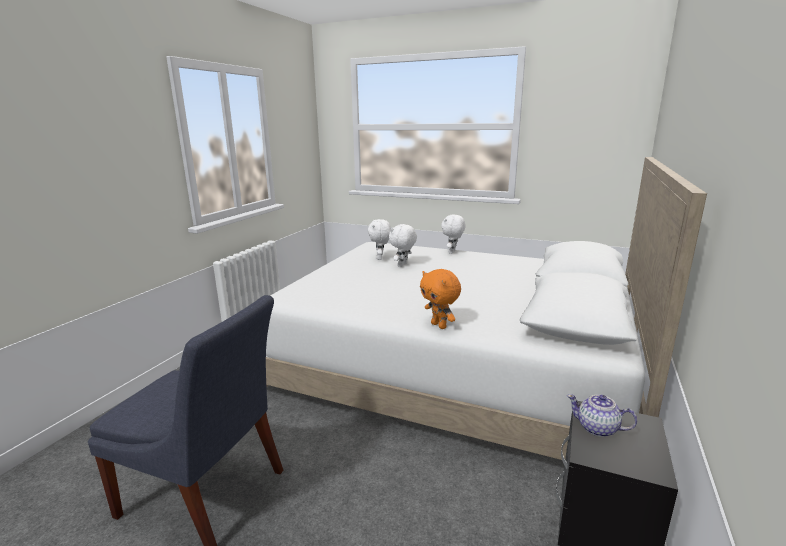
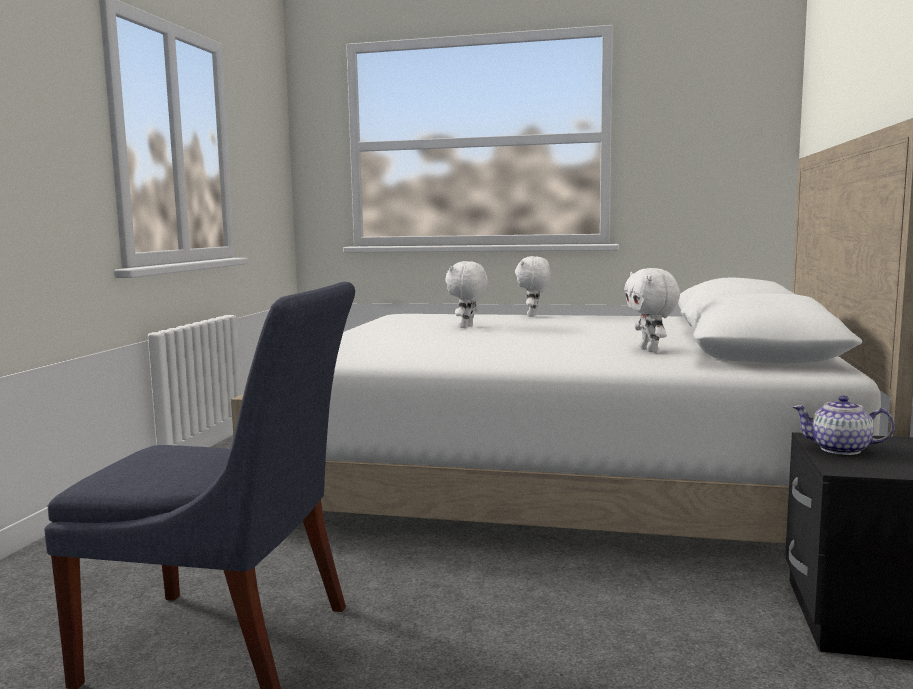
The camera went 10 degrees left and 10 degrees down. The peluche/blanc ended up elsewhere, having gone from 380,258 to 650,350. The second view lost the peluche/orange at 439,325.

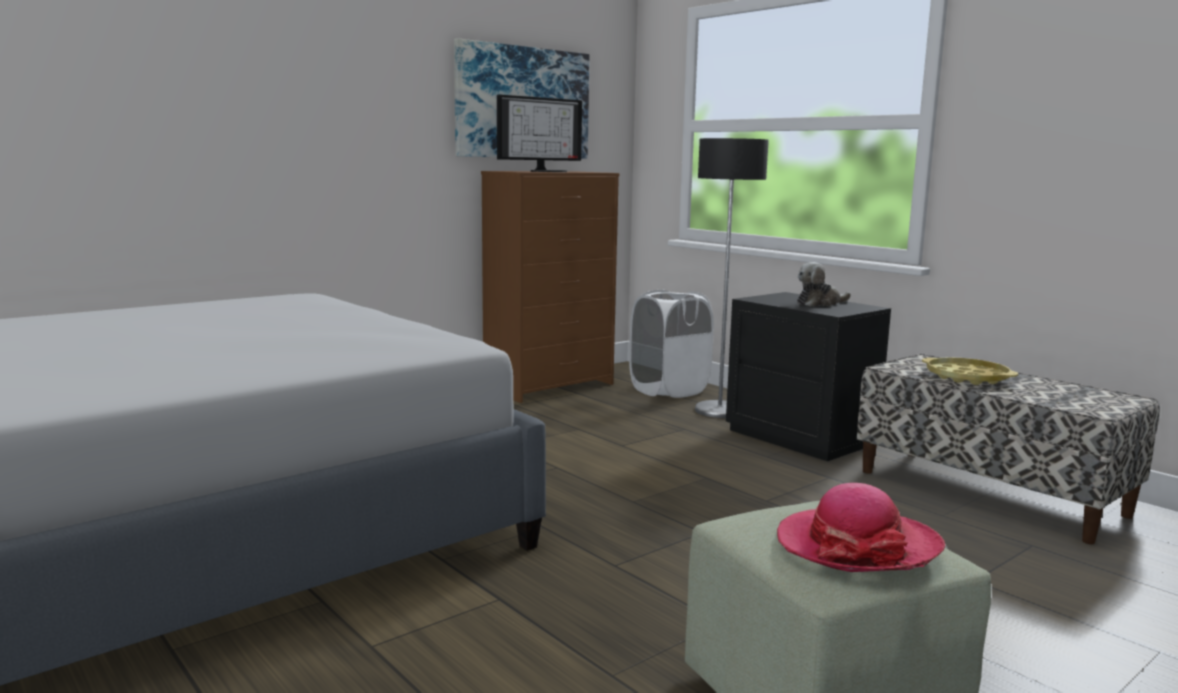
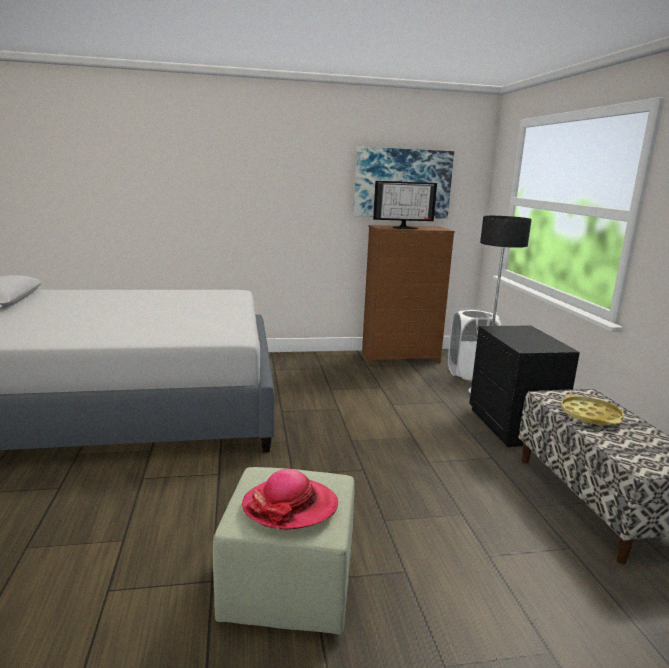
The camera went 30 degrees right and 5 degrees up. The second view lost the peluche at 820,303.

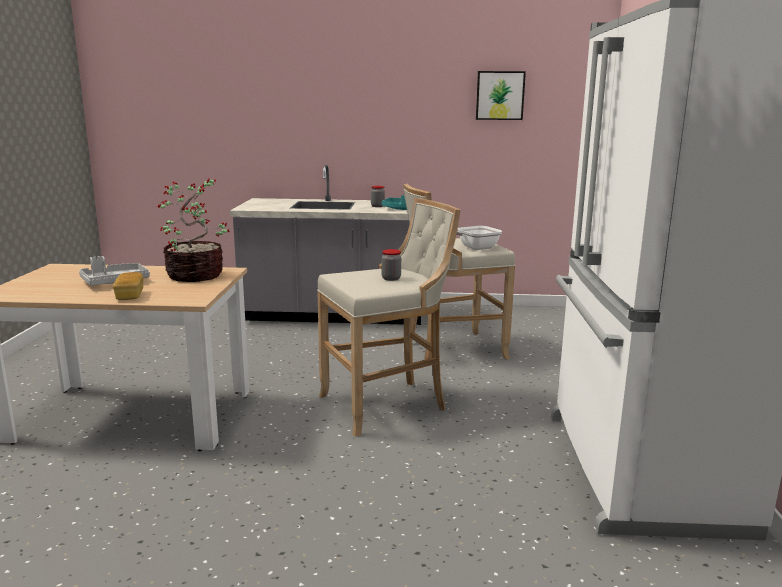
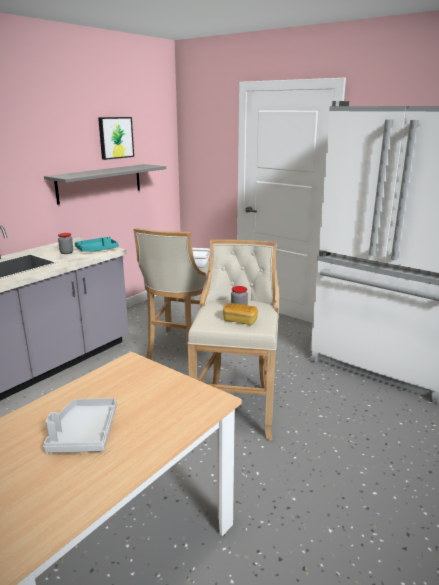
The camera went 55 degrees left and 5 degrees up. The second view lost the plante en pot at 197,275. The pain ended up elsewhere, having gone from 130,296 to 240,321. The second view gained the étagère/gris at 100,183.

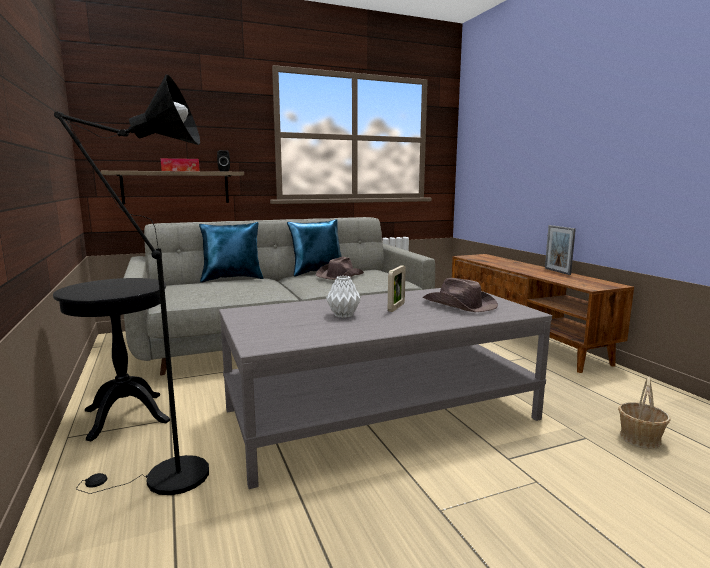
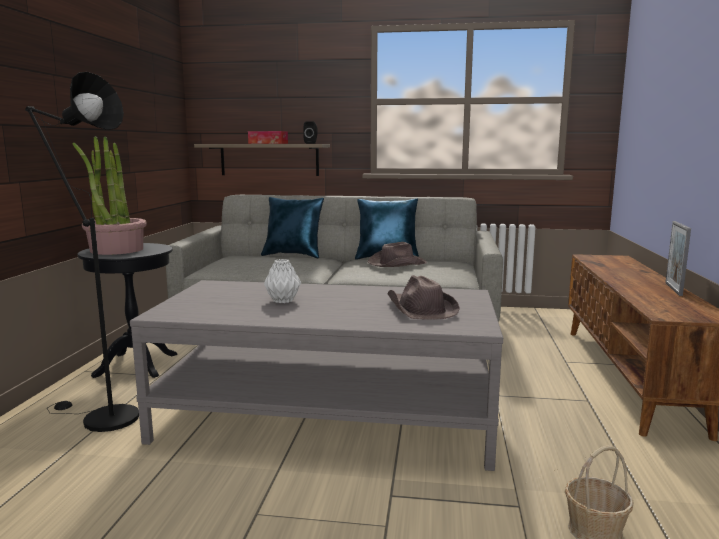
The camera went 30 degrees right and 0 degrees up. The second view lost the cadre photo at 396,307. The second view gained the plante en pot at 116,250.

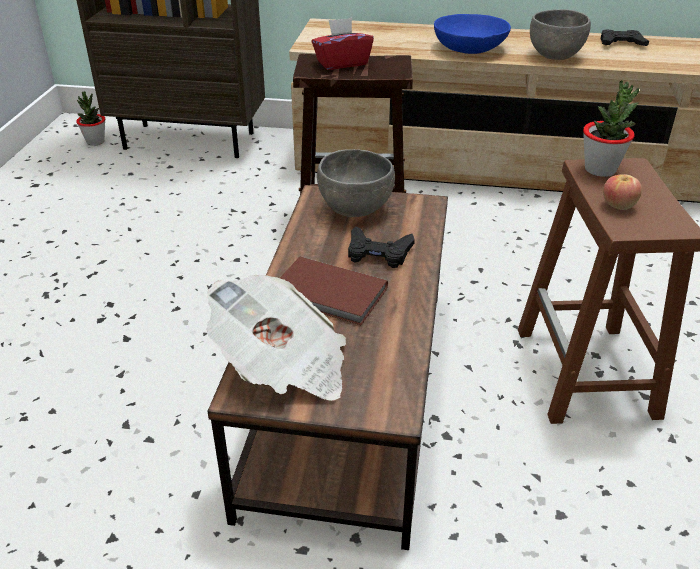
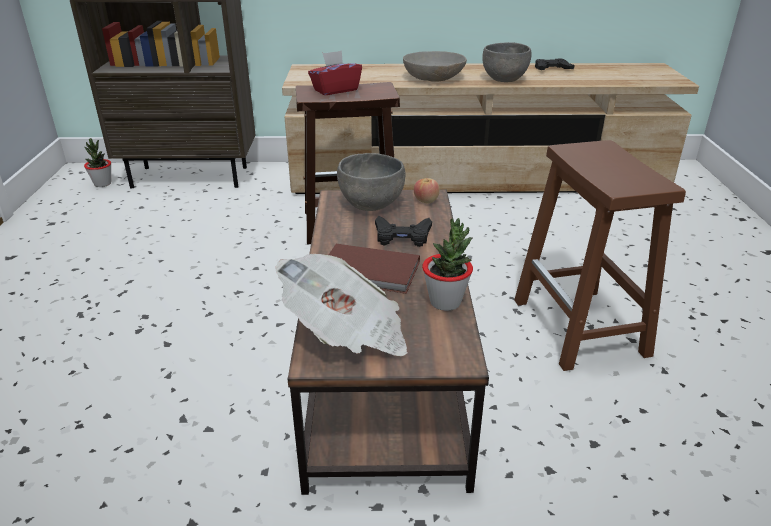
The camera went 10 degrees left and 5 degrees down. What was the bol/bleu at 470,48 turned into the bol/gris at 434,78. The plante en pot ended up elsewhere, having gone from 600,170 to 445,302. The pomme ended up elsewhere, having gone from 618,205 to 426,201.

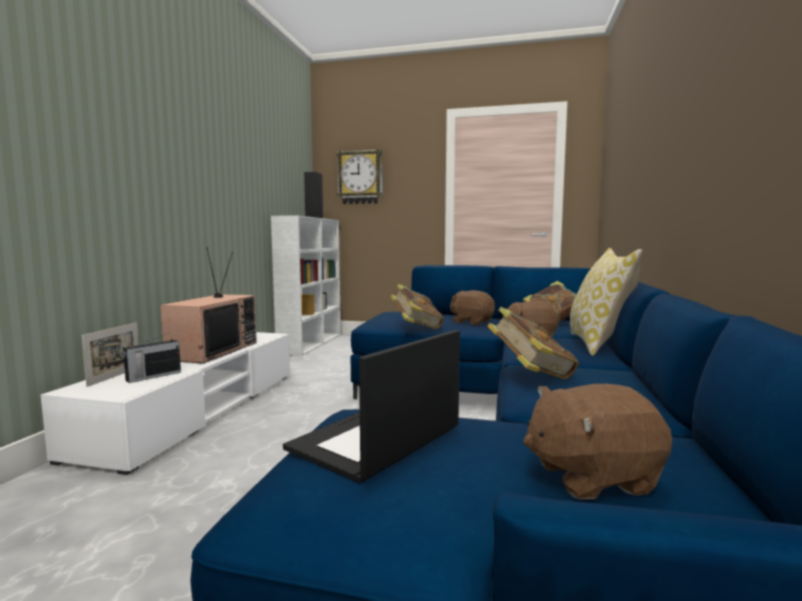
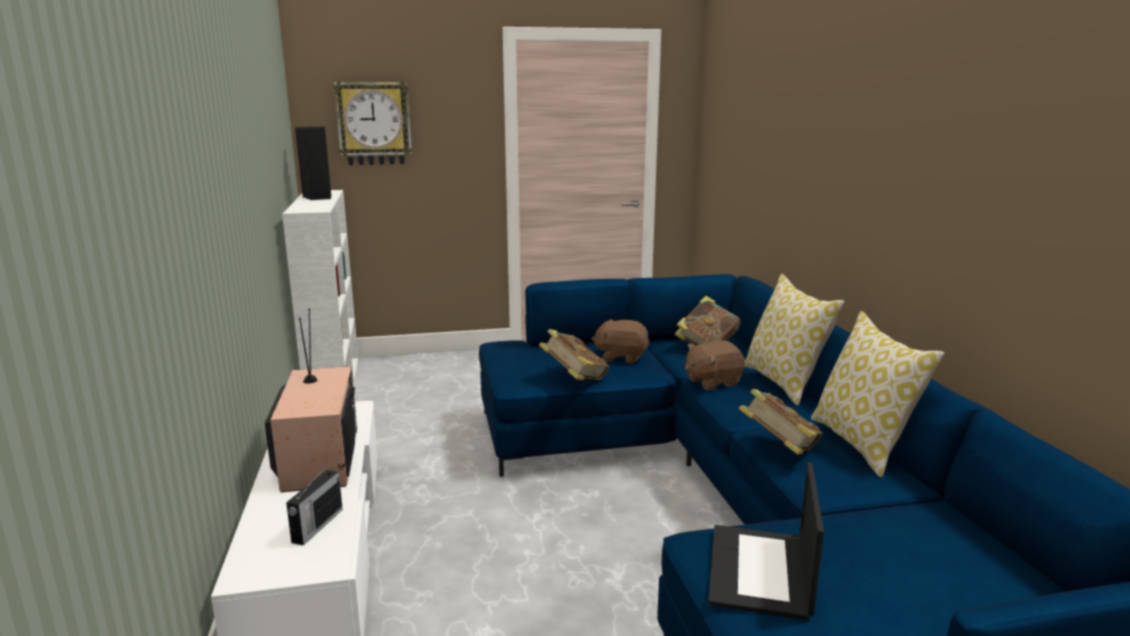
The camera went 25 degrees left and 10 degrees up. The second view lost the cadre photo at 115,376. The second view lost the peluche/marron at 591,476. The second view gained the coussin at 862,444.

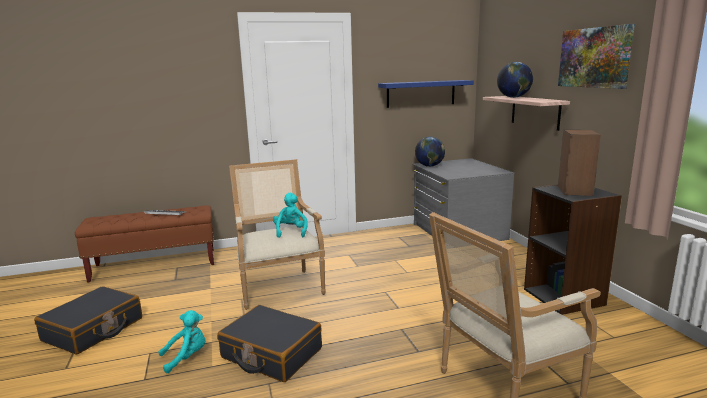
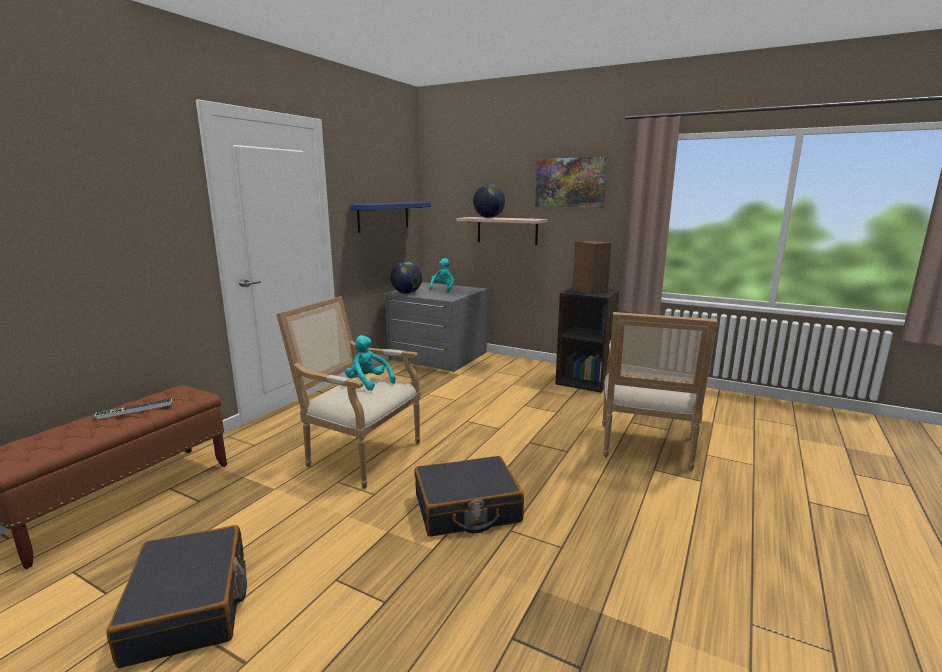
The camera went 45 degrees left and 0 degrees up. The peluche/turquoise ended up elsewhere, having gone from 187,357 to 442,289.

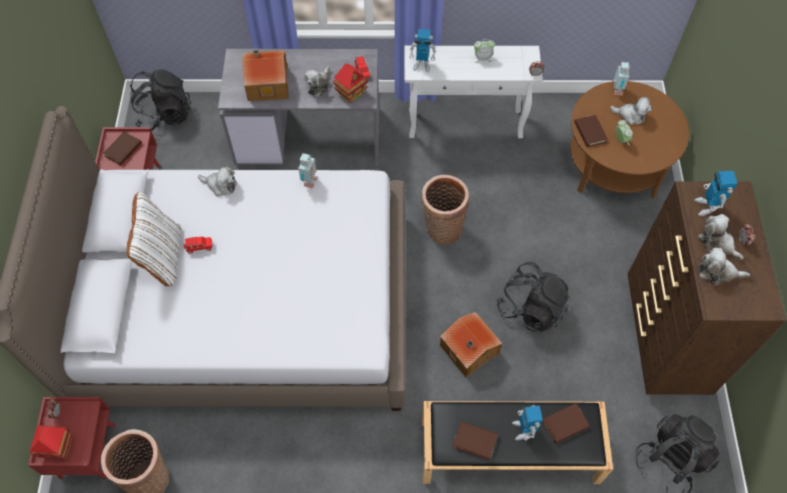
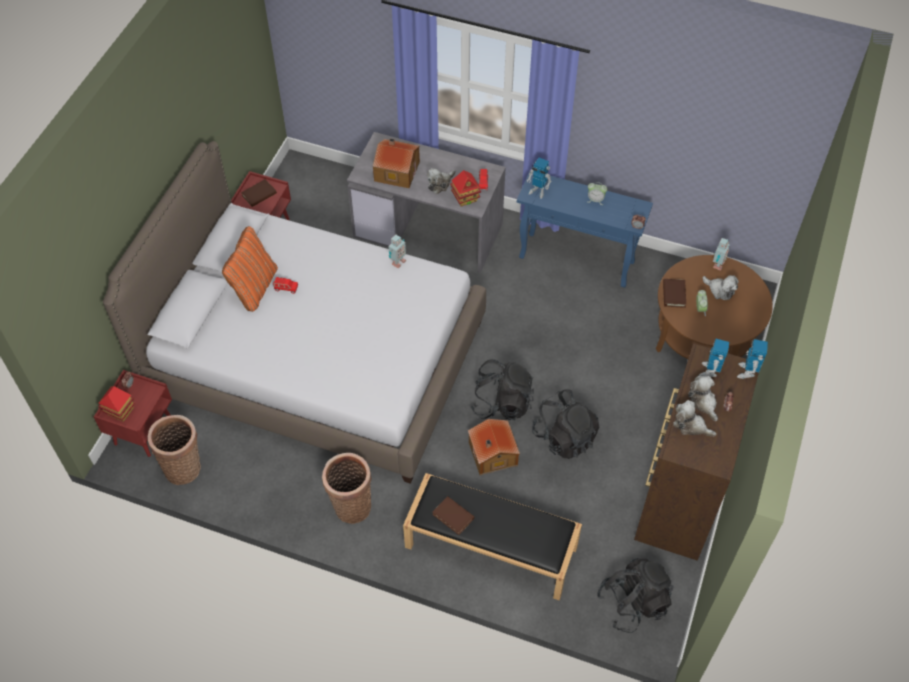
The camera went 20 degrees right and 5 degrees down. What was the table console/blanc at 466,123 turned into the table console/bleu at 577,260. The sac à dos/noir ended up elsewhere, having gone from 165,115 to 502,403. The second view lost the peluche at 220,185. The panier ended up elsewhere, having gone from 442,228 to 351,505. What was the coussin/blanc at 163,257 turned into the coussin/orange at 254,287. The second view lost the livre/marron at 565,424. The robot jouet ended up elsewhere, having gone from 523,429 to 747,372.

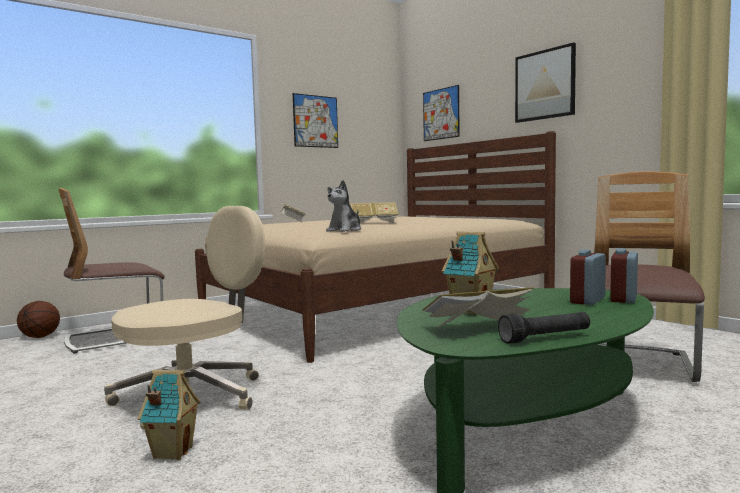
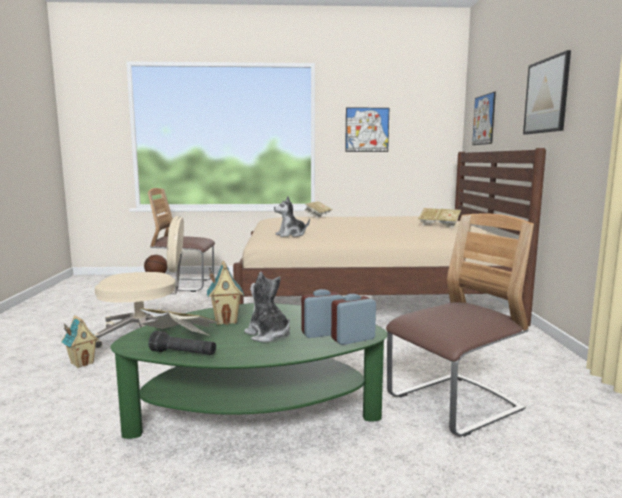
The camera went 35 degrees right and 5 degrees up. The livre ended up elsewhere, having gone from 373,223 to 439,225. The second view gained the peluche at 268,335.

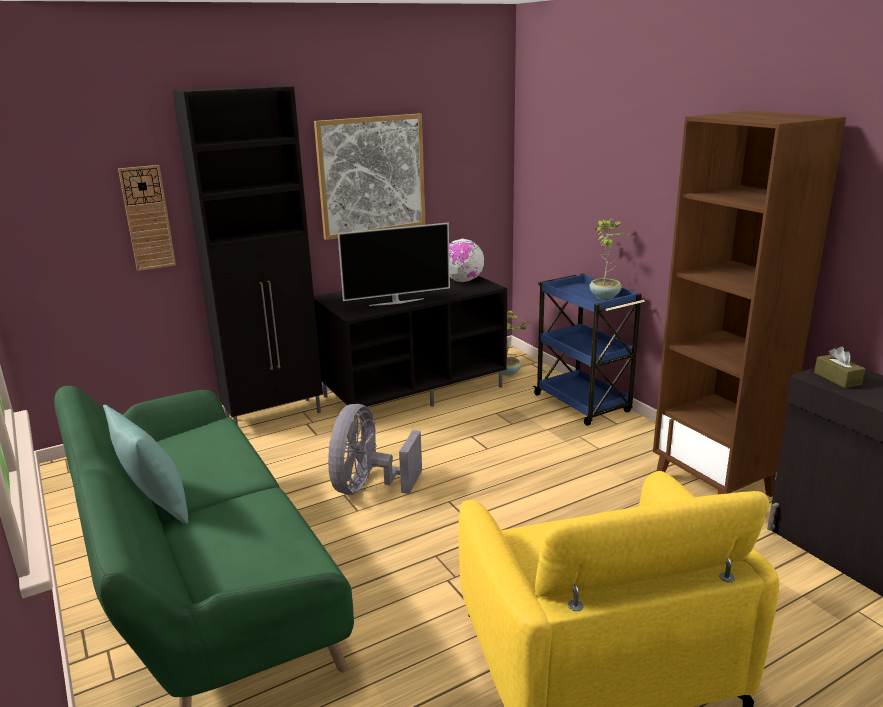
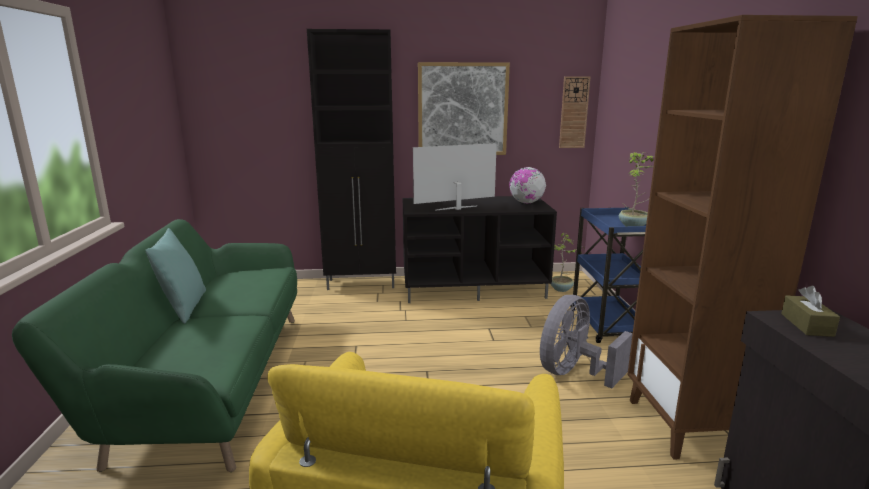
The camera went 25 degrees right and 5 degrees down. The horloge murale ended up elsewhere, having gone from 147,218 to 574,112. The téléviseur at 396,302 ended up facing another way, 150 degrees clockwise from before. The ventilateur/gris ended up elsewhere, having gone from 368,487 to 574,373.

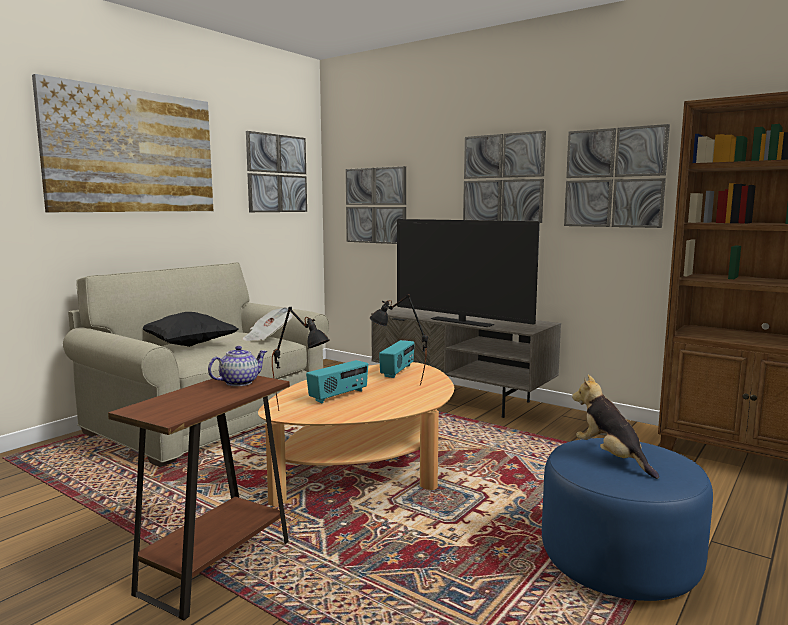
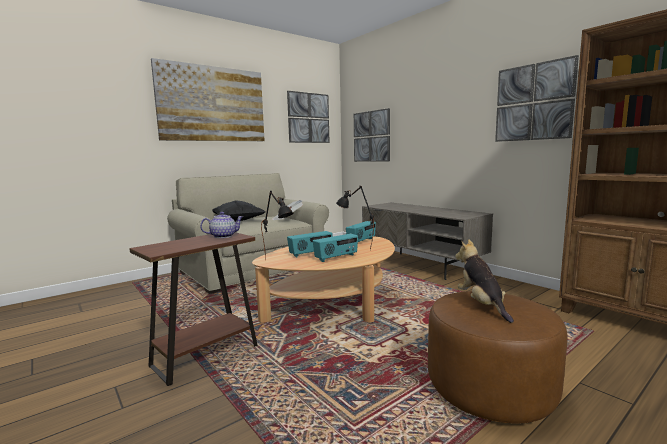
The camera went 15 degrees right and 0 degrees up. The second view lost the tableau at 503,178. The second view lost the téléviseur at 461,322. What was the pouf/bleu at 619,562 turned into the pouf/marron at 490,389. The second view gained the radio at 336,257.

